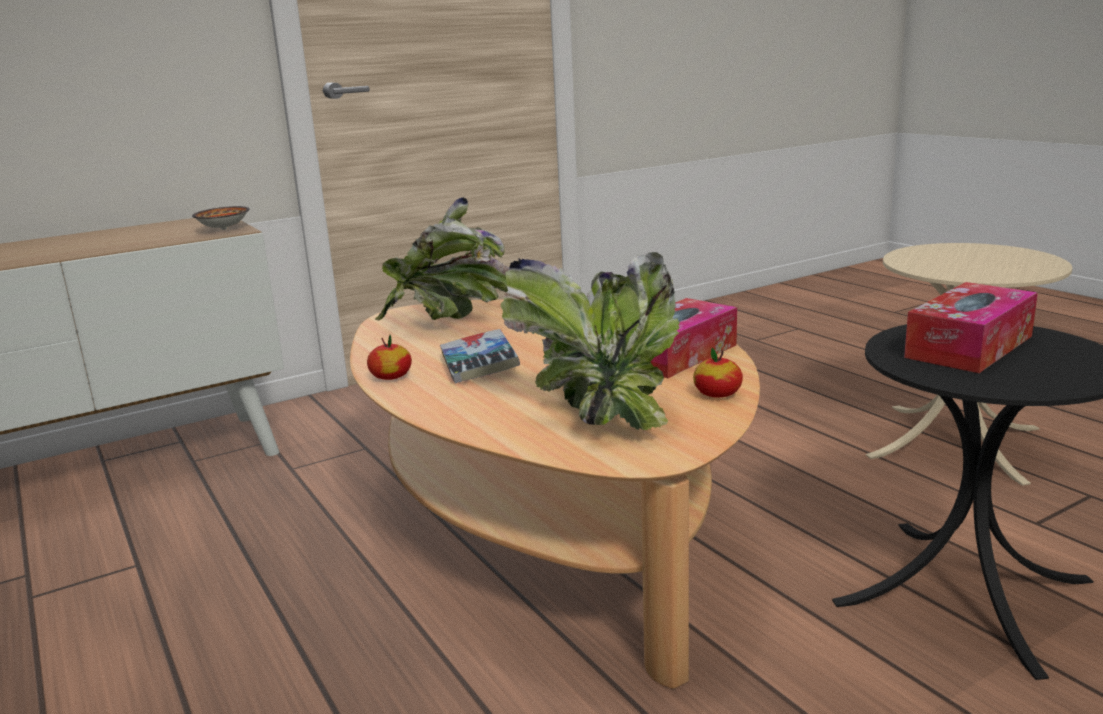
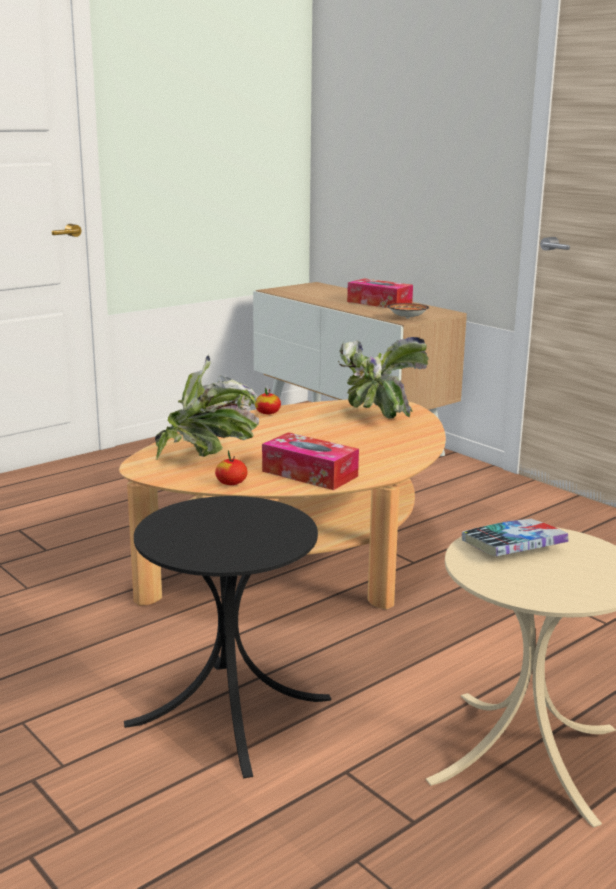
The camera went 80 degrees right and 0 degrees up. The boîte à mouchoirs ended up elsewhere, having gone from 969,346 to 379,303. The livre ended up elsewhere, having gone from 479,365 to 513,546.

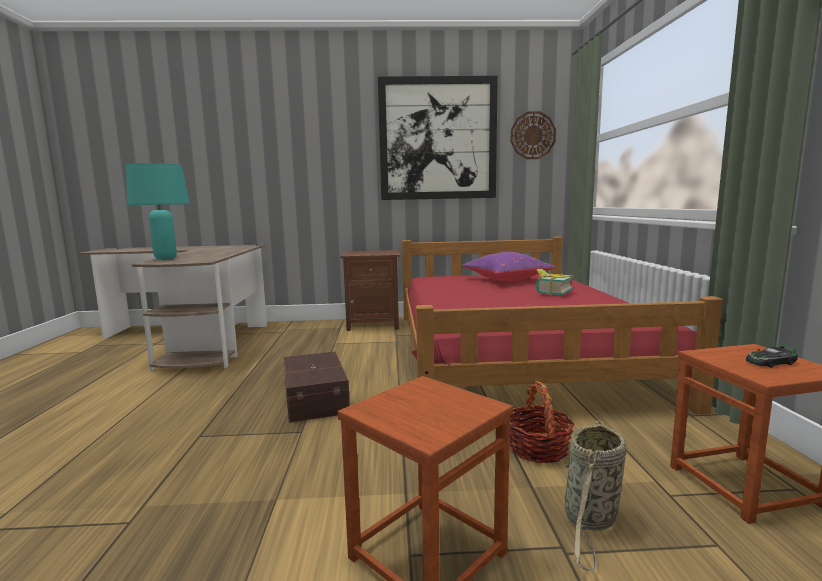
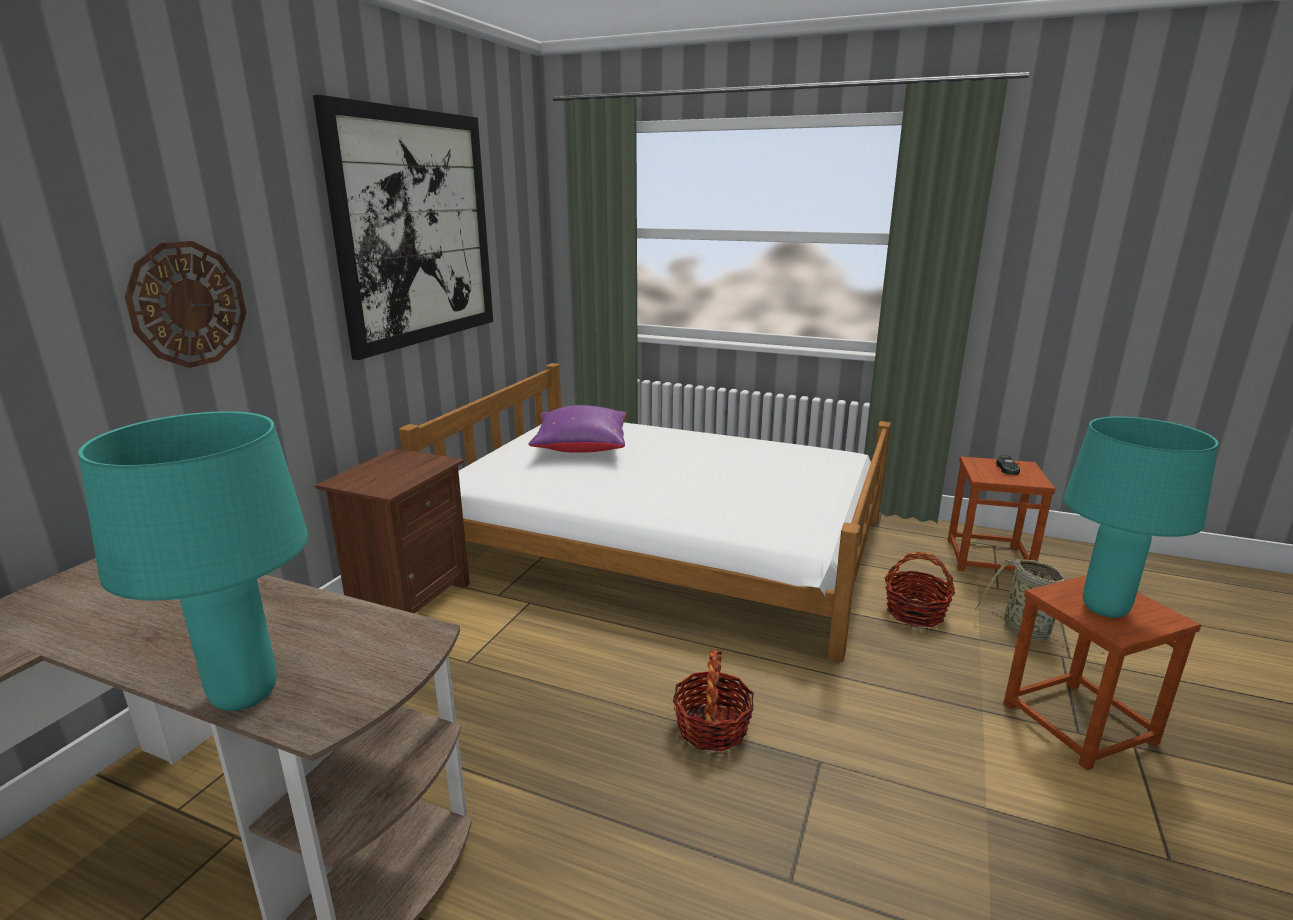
The camera went 65 degrees left and 10 degrees up. The horloge murale ended up elsewhere, having gone from 532,135 to 188,304. What was the lit/rouge at 511,352 turned into the lit/blanc at 664,540. The second view lost the livre at 550,292. Where the boîte de rangement/marron stood at 317,398, the panier came to stand at 712,727. The second view gained the lampe de table/turquoise at 1103,609.

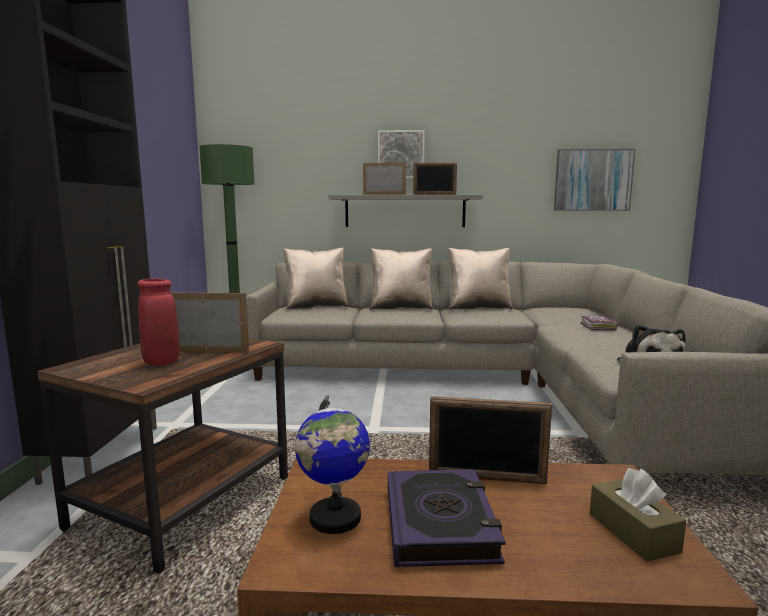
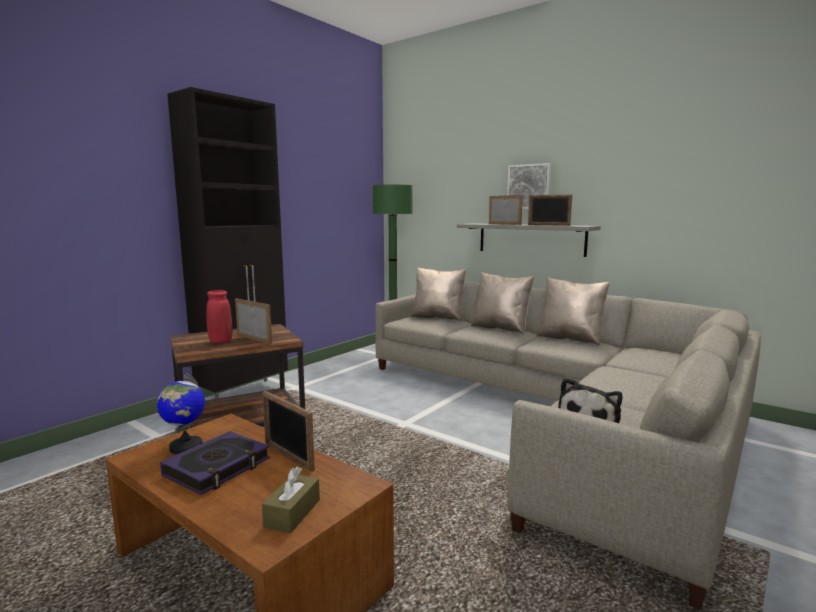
The camera went 35 degrees right and 0 degrees up. The second view lost the tableau at 593,180. The second view lost the livre at 597,326.

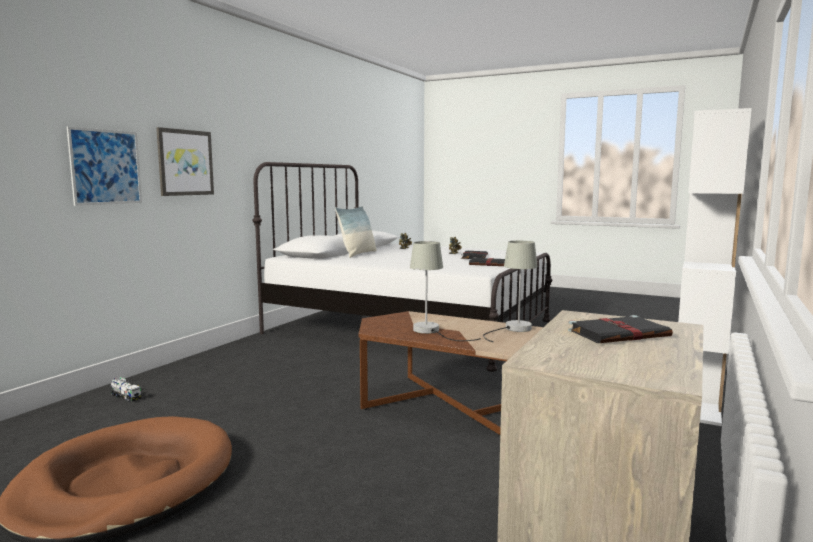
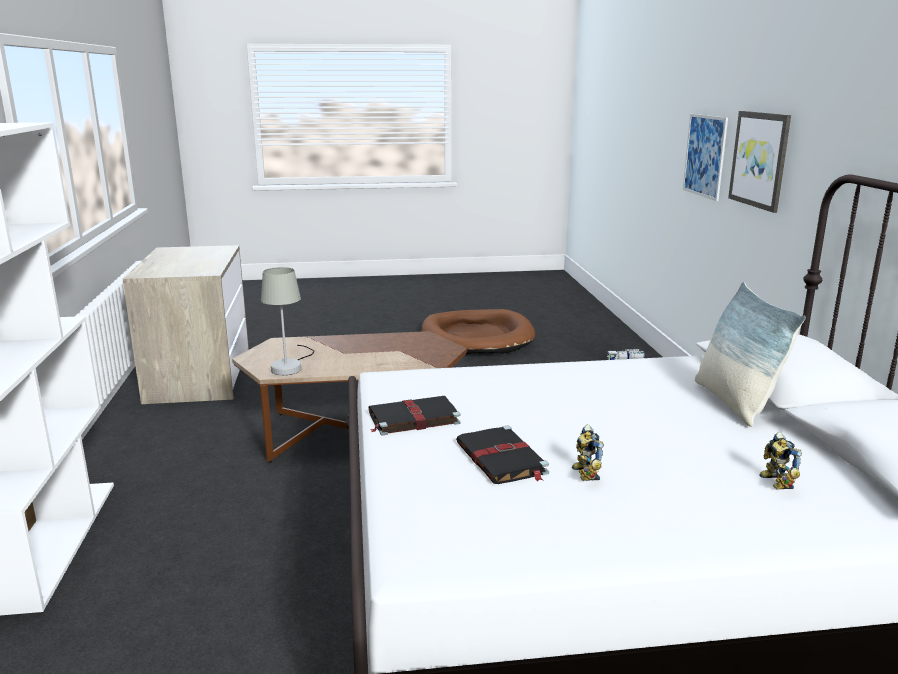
The camera went 145 degrees right and 10 degrees up. The second view lost the lampe de table/gris at 432,332. The second view lost the livre/noir at 619,334.

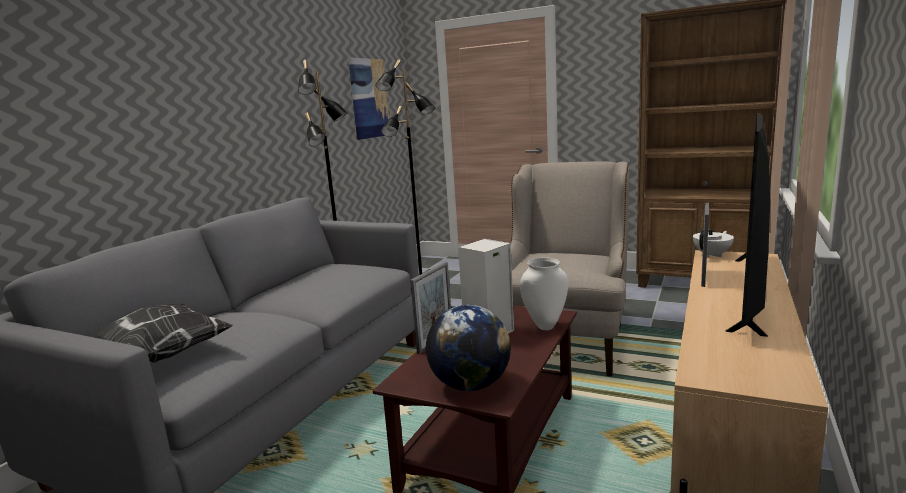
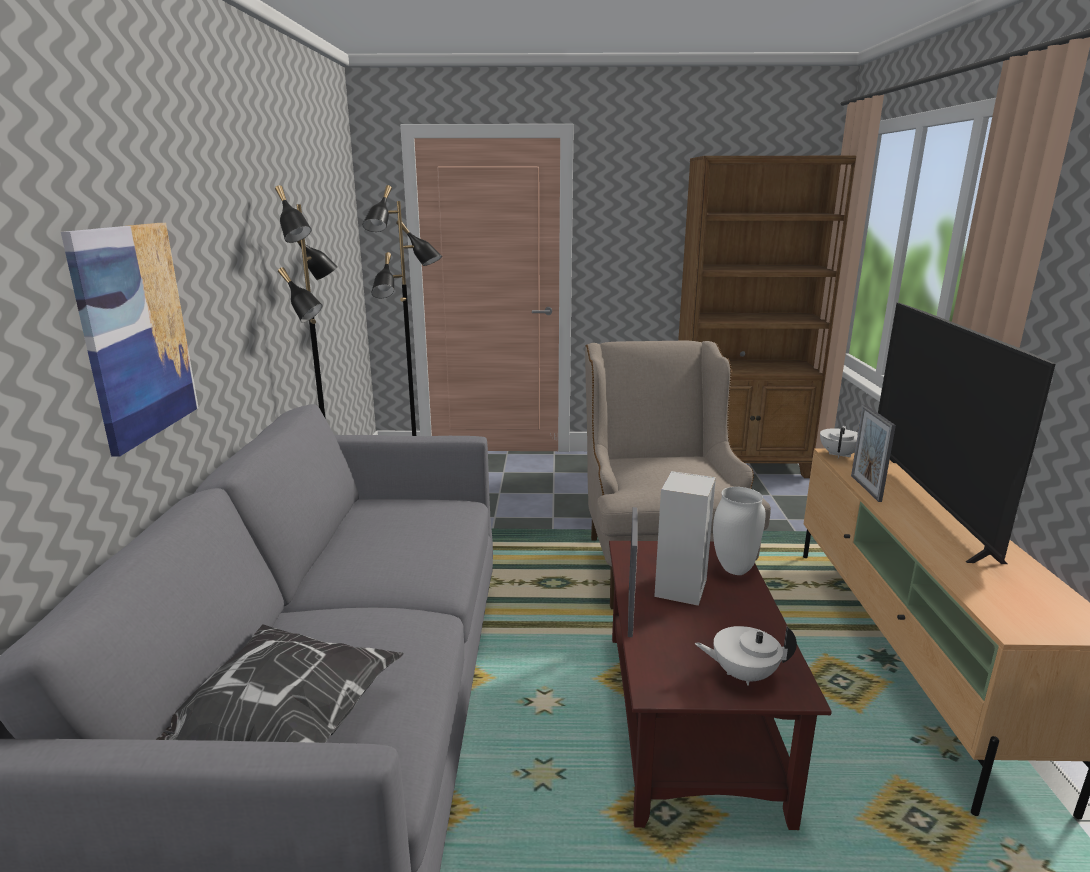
The camera went 25 degrees left and 5 degrees up. The tableau ended up elsewhere, having gone from 369,98 to 135,333. Where the globe stood at 470,385, the théière/blanc came to stand at 743,674.

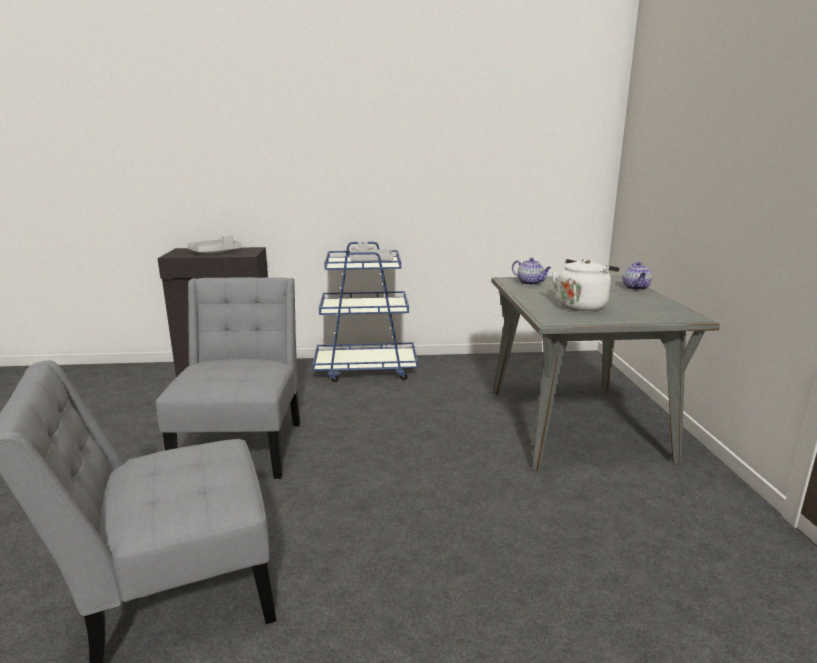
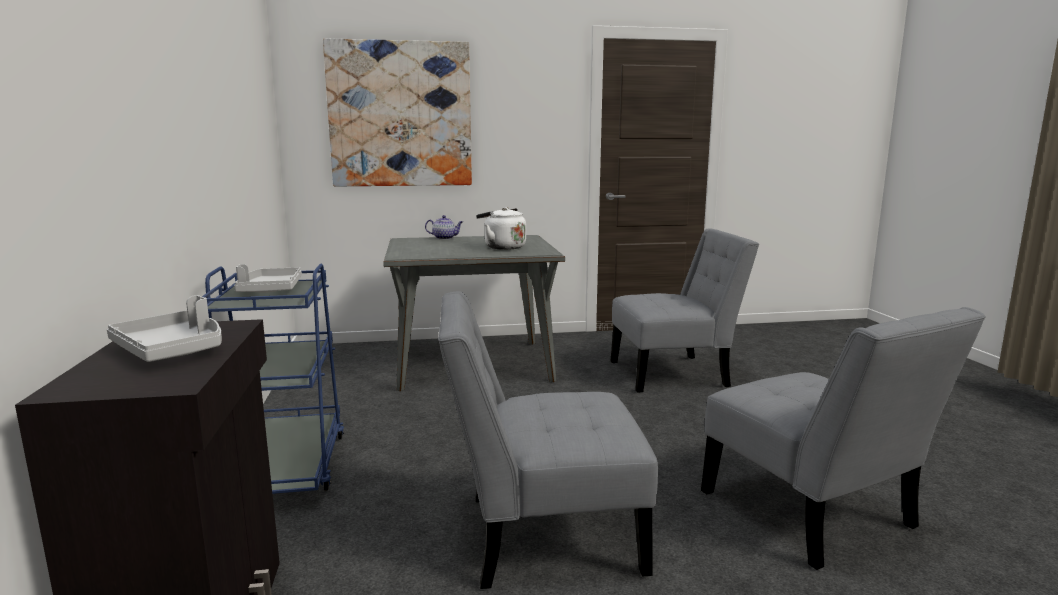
The camera went 95 degrees left and 5 degrees down. The second view lost the théière at 530,283. The second view gained the tableau at 400,115. The second view gained the chaise/gris at 675,373.

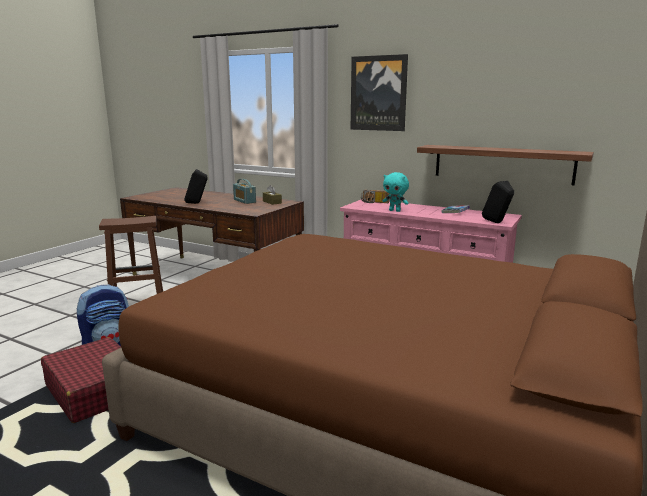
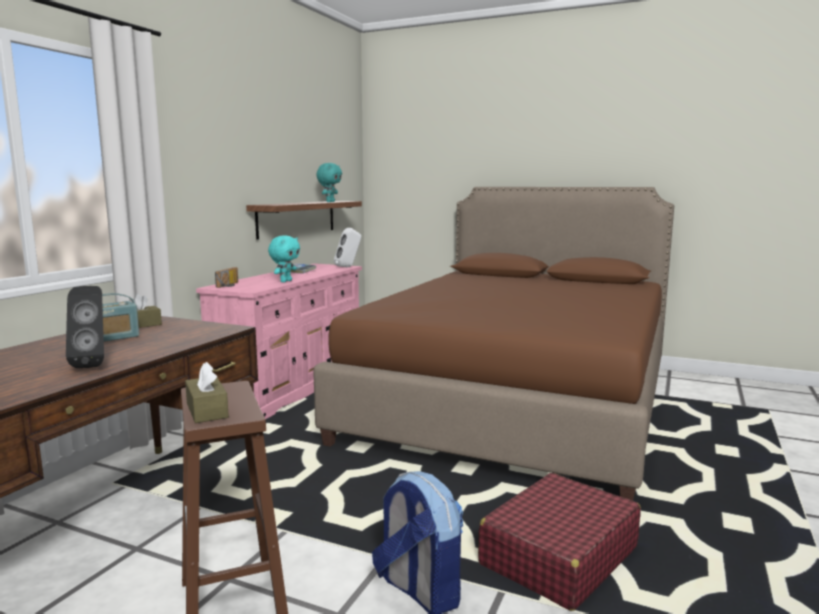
The camera went 95 degrees left and 5 degrees down. The second view lost the tableau at 378,93. What was the enceinte/noir at 497,223 turned into the enceinte/blanc at 348,267. The second view gained the peluche/turquoise at 330,202. The second view gained the boîte à mouchoirs/marron at 207,410.

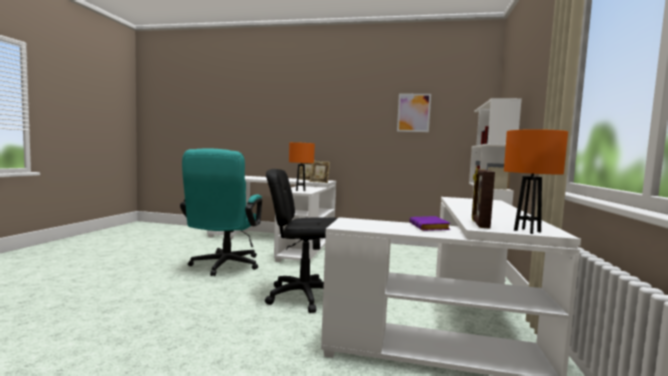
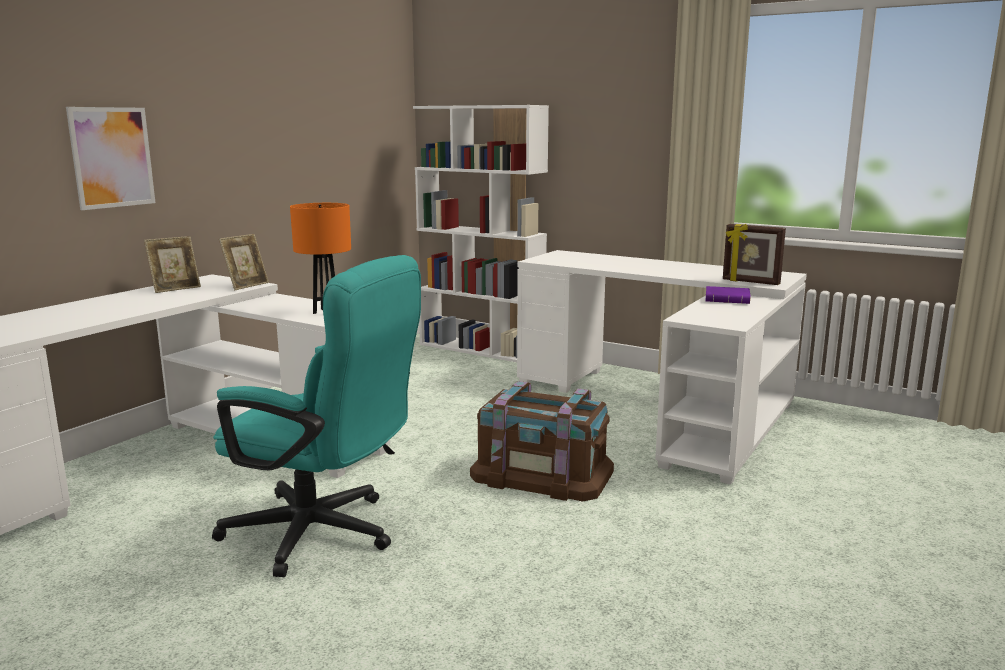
The camera went 70 degrees left and 10 degrees up. The tableau ended up elsewhere, having gone from 413,112 to 112,157. The second view lost the lampe de table/orange at 527,231. Where the chaise de bureau/noir stood at 303,296, the boîte de rangement/marron came to stand at 541,474.

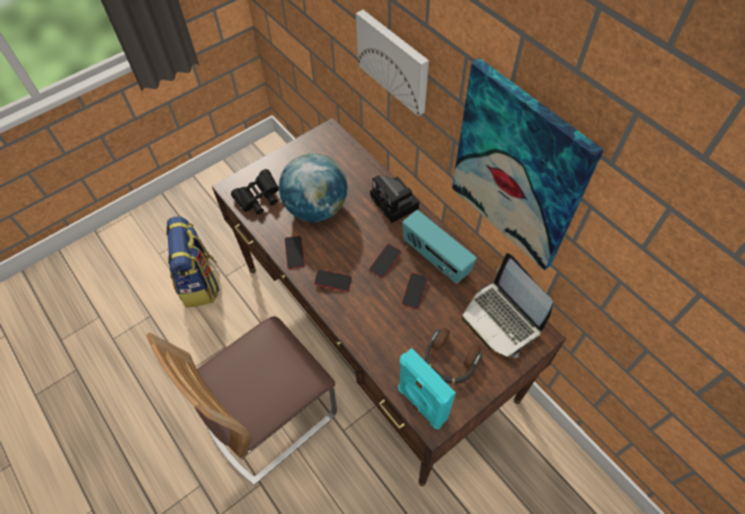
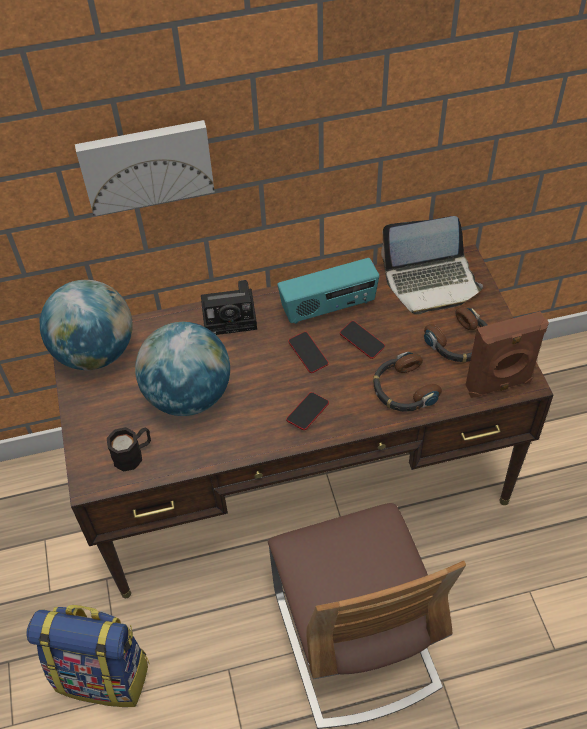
The camera went 65 degrees left and 5 degrees down. The second view lost the tableau at 518,169. Where the jumelles/noir stood at 259,199, the mug/noir came to stand at 133,455. The second view lost the téléphone at 295,253. What was the enceinte/turquoise at 421,405 turned into the enceinte/marron at 499,385. The second view gained the globe at 95,353. The second view gained the casque audio at 403,389.

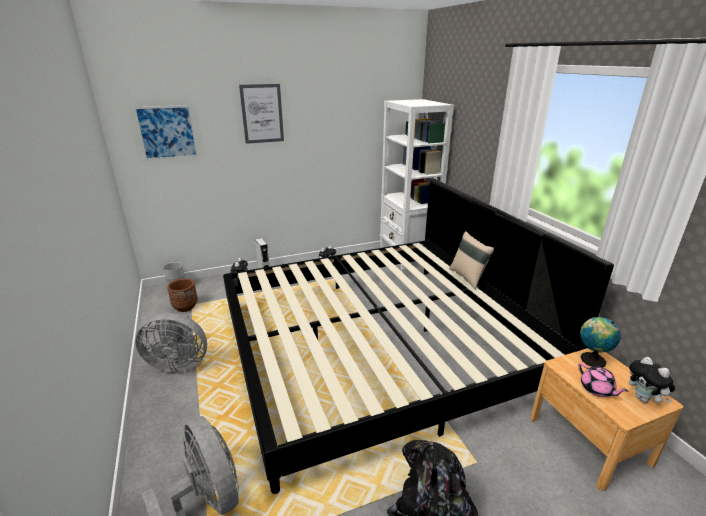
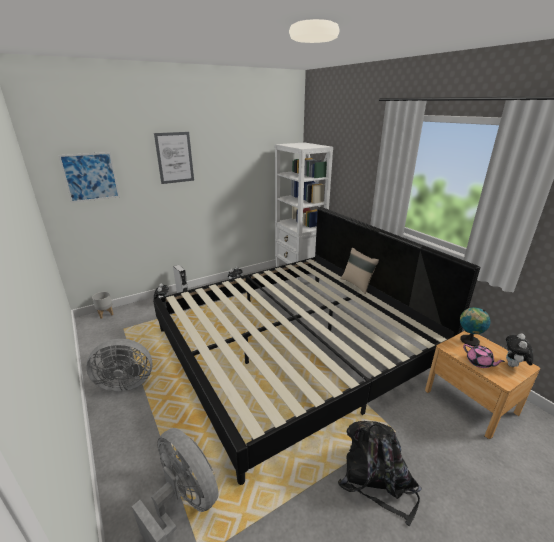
The camera went 10 degrees left and 0 degrees up. The second view lost the cache-pot/marron at 185,307. The peluche at 644,399 ended up facing another way, 60 degrees clockwise from before.

